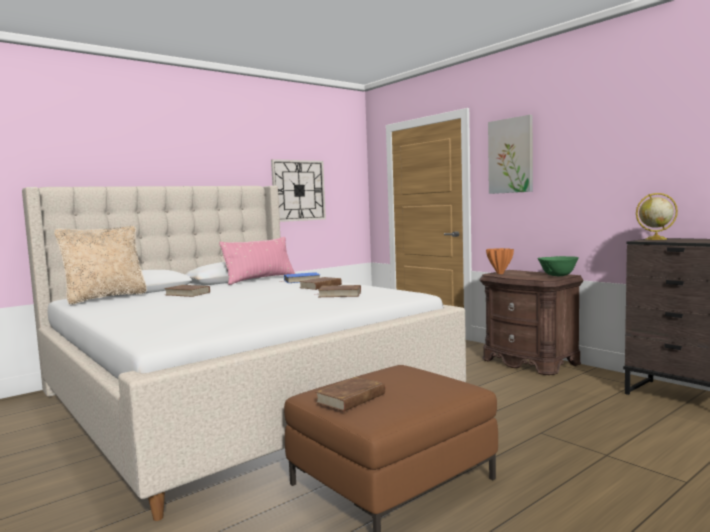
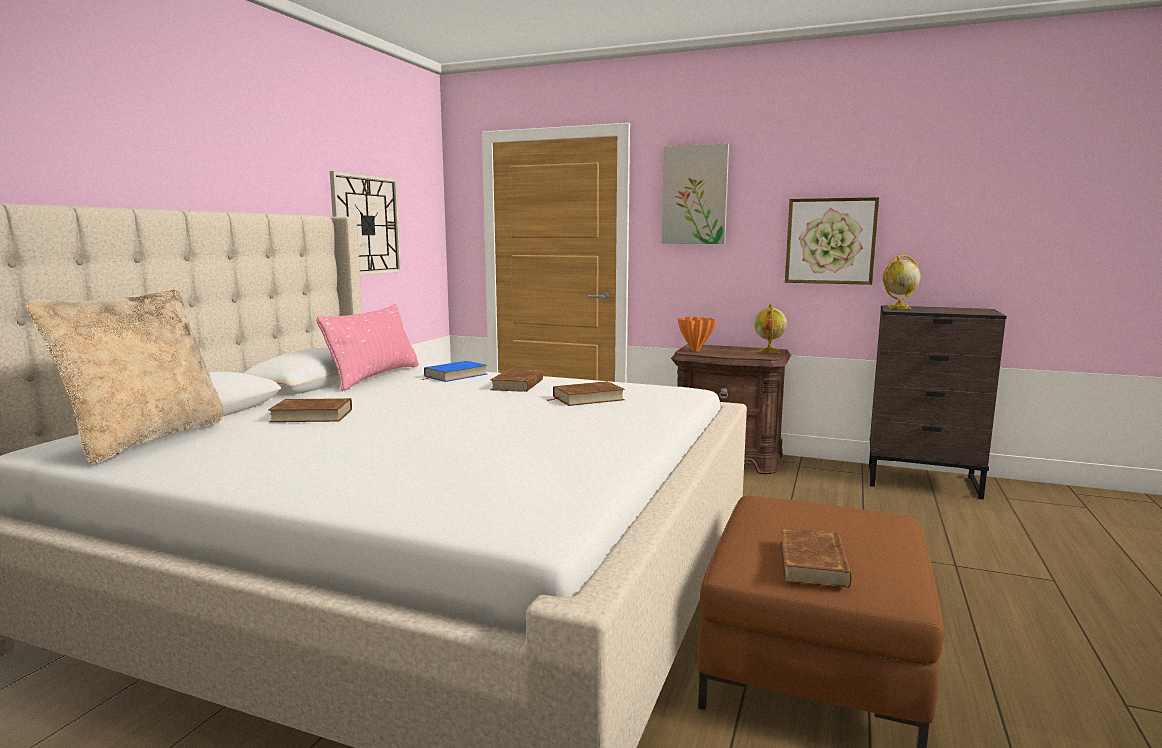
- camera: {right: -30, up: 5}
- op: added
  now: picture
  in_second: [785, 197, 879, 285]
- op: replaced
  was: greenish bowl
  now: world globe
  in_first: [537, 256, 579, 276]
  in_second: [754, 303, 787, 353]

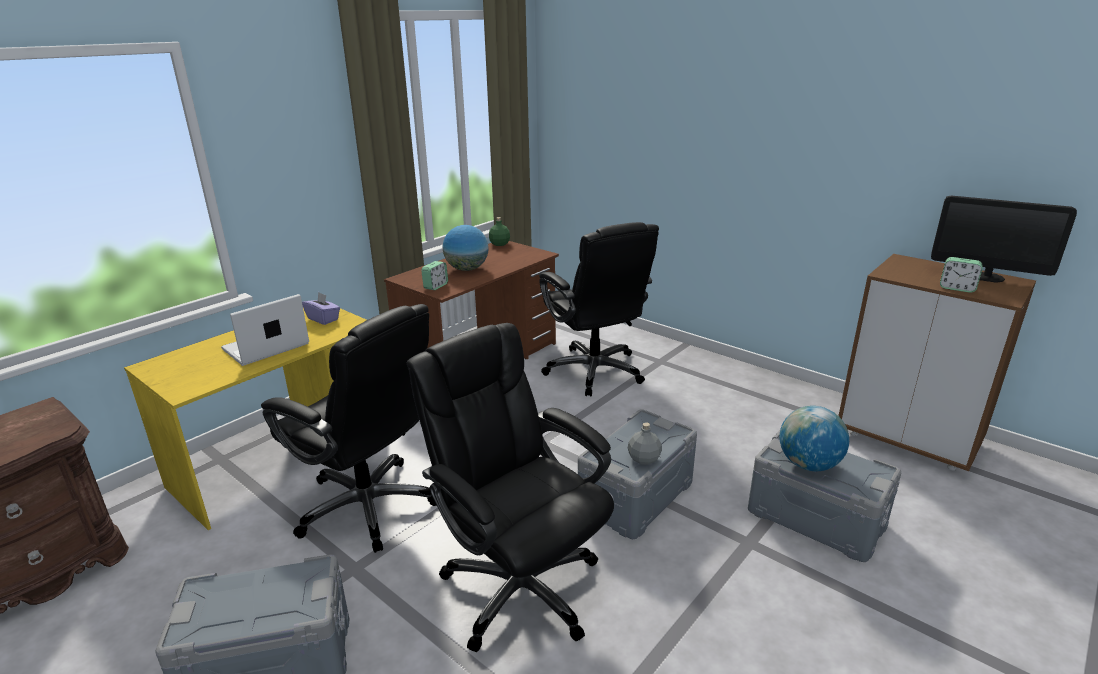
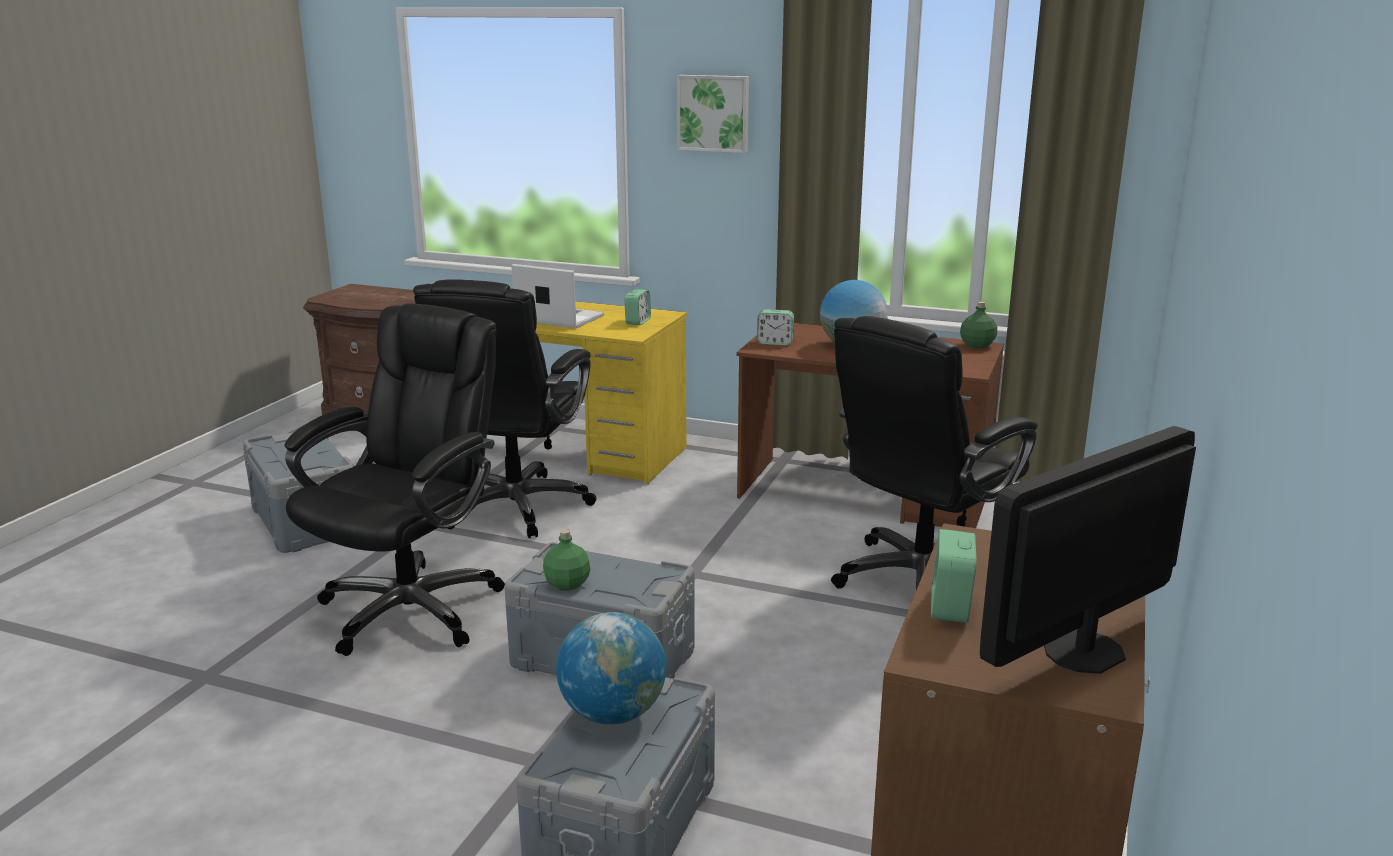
- camera: {right: 70, up: -5}
- op: added
  now: picture
  in_second: [677, 75, 749, 153]
- op: replaced
  was: purple tissue holder
  now: table clock
  in_first: [302, 292, 340, 325]
  in_second: [624, 289, 651, 325]
- op: recoloured
  was: greyish beverage bottle
  now: greenish beverage bottle
  in_first: [628, 422, 662, 465]
  in_second: [543, 529, 590, 591]
- op: turned
  was: computer display
  in_first: [931, 195, 1077, 283]
  in_second: [980, 426, 1196, 674]
  clockwise: 45

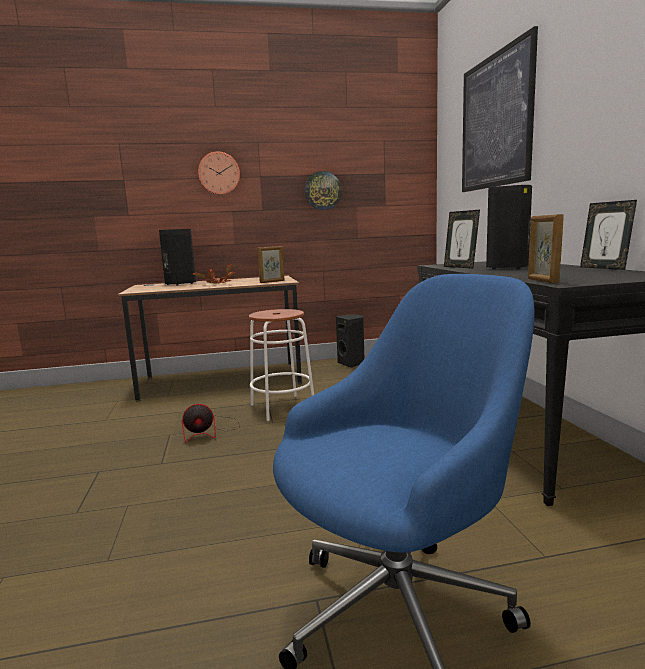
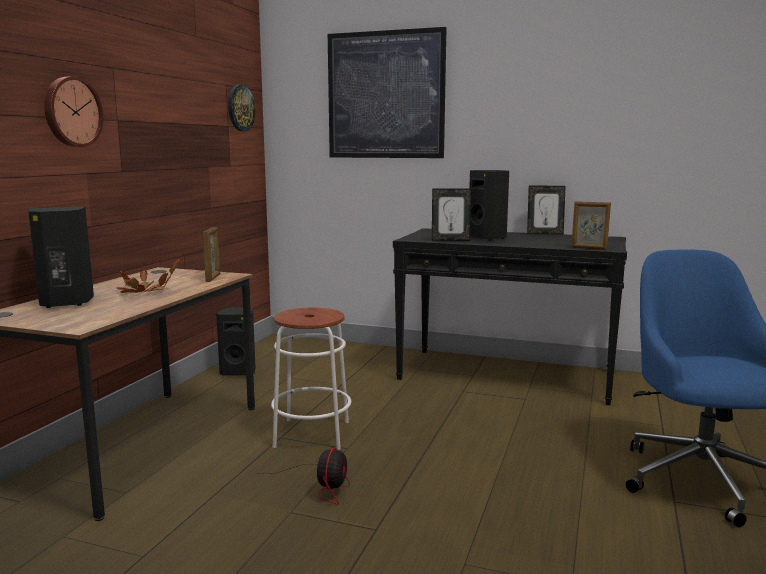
- camera: {right: -60, up: 0}
- op: moved
  was: hanging clock
  in_first: [305, 171, 342, 210]
  in_second: [228, 84, 255, 131]

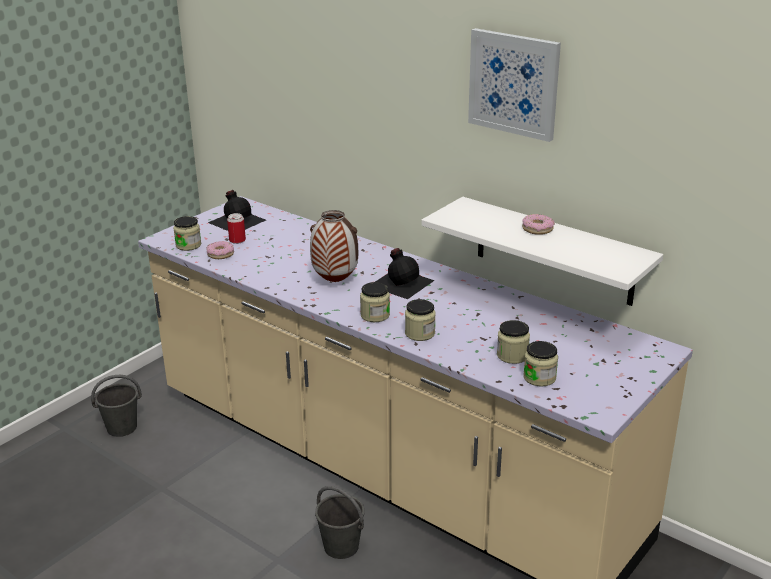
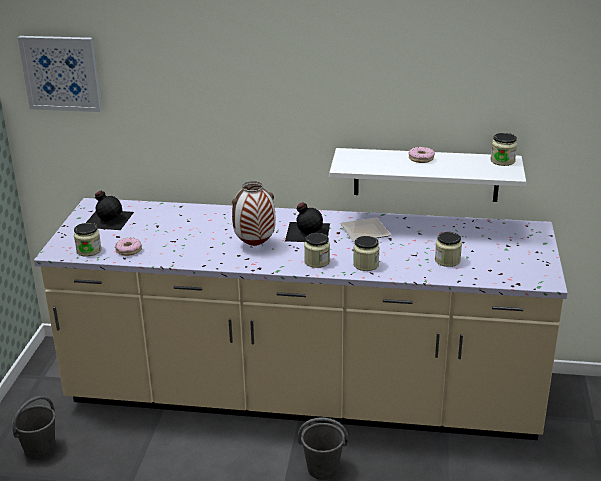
- camera: {right: -30, up: 0}
- op: removed
  was: can
  in_first: [227, 213, 246, 244]
- op: added
  now: plate
  in_second: [340, 218, 391, 242]
- op: moved
  was: picture
  in_first: [468, 28, 561, 142]
  in_second: [18, 36, 102, 112]
- op: moved
  was: preserve jar
  in_first: [523, 341, 558, 387]
  in_second: [490, 133, 517, 166]

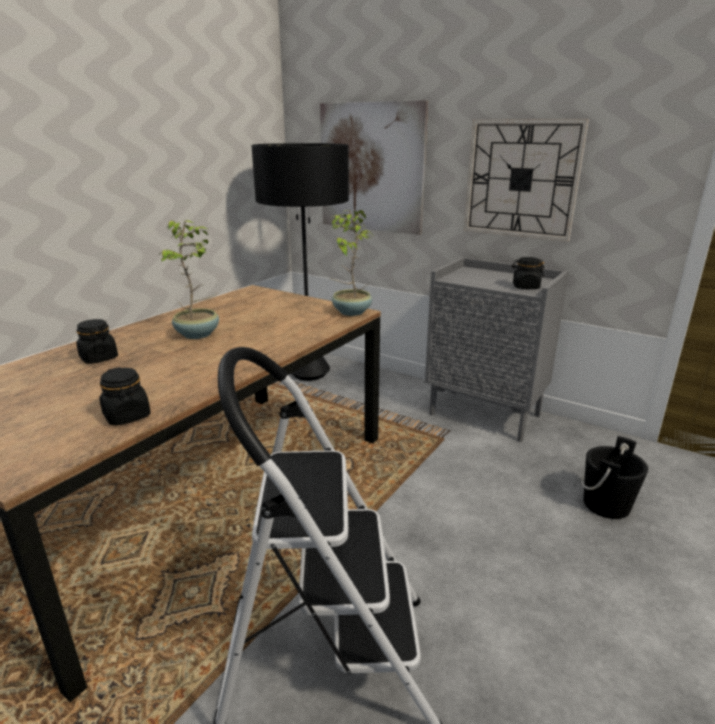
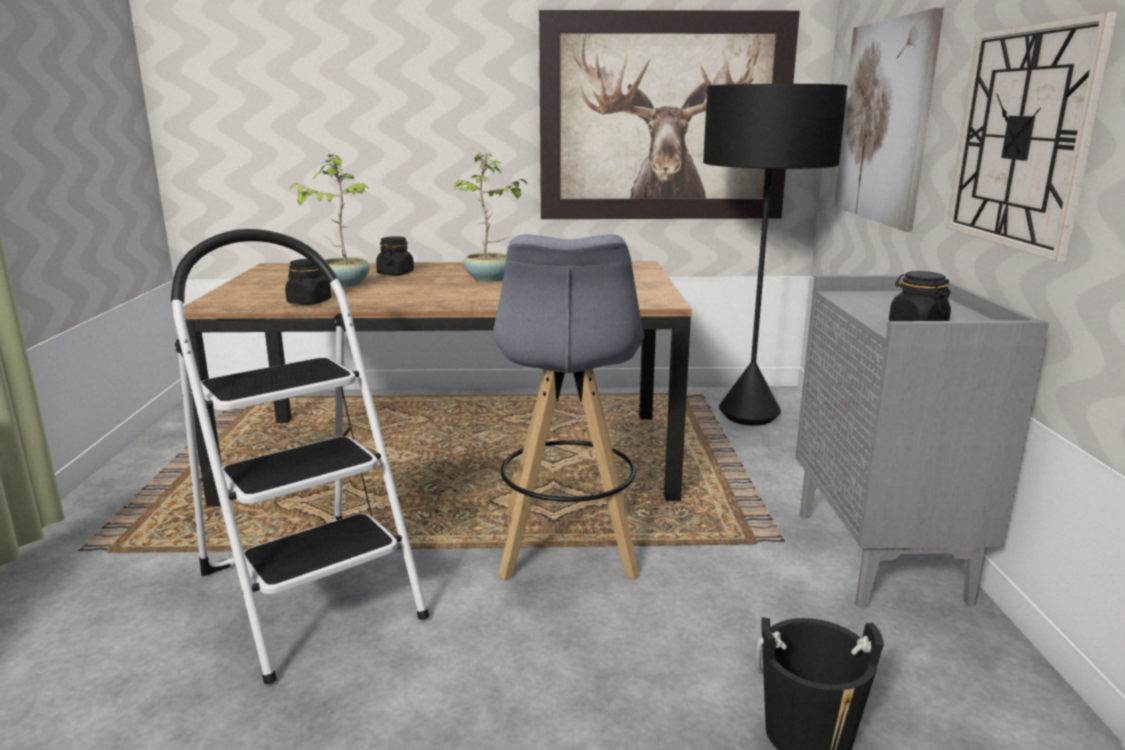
- camera: {right: 55, up: -5}
- op: added
  now: greyish stool seat
  in_second: [492, 234, 645, 580]
- op: added
  now: picture
  in_second: [539, 10, 800, 219]
- op: moved
  was: potted plant
  in_first: [331, 210, 372, 316]
  in_second: [289, 155, 371, 288]

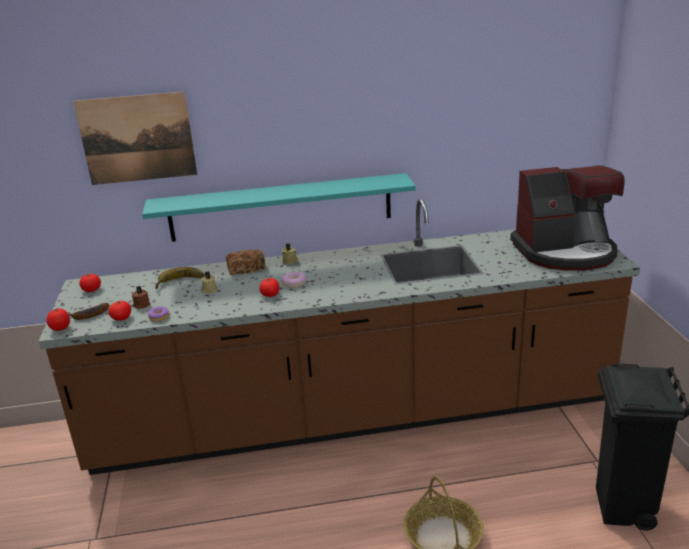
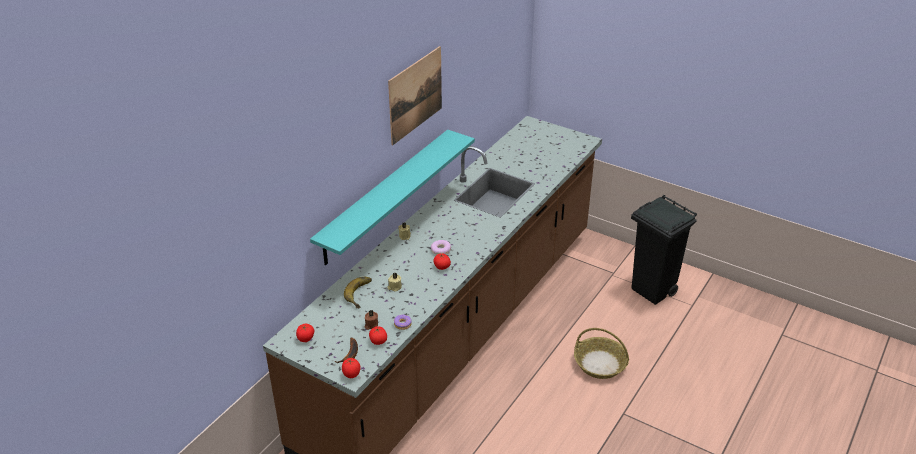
- camera: {right: -50, up: 10}
- op: removed
  was: baked bread
  in_first: [226, 249, 265, 275]
- op: removed
  was: coffee maker
  in_first: [510, 165, 625, 271]
- op: moved
  was: picture
  in_first: [73, 91, 197, 185]
  in_second: [388, 46, 442, 145]

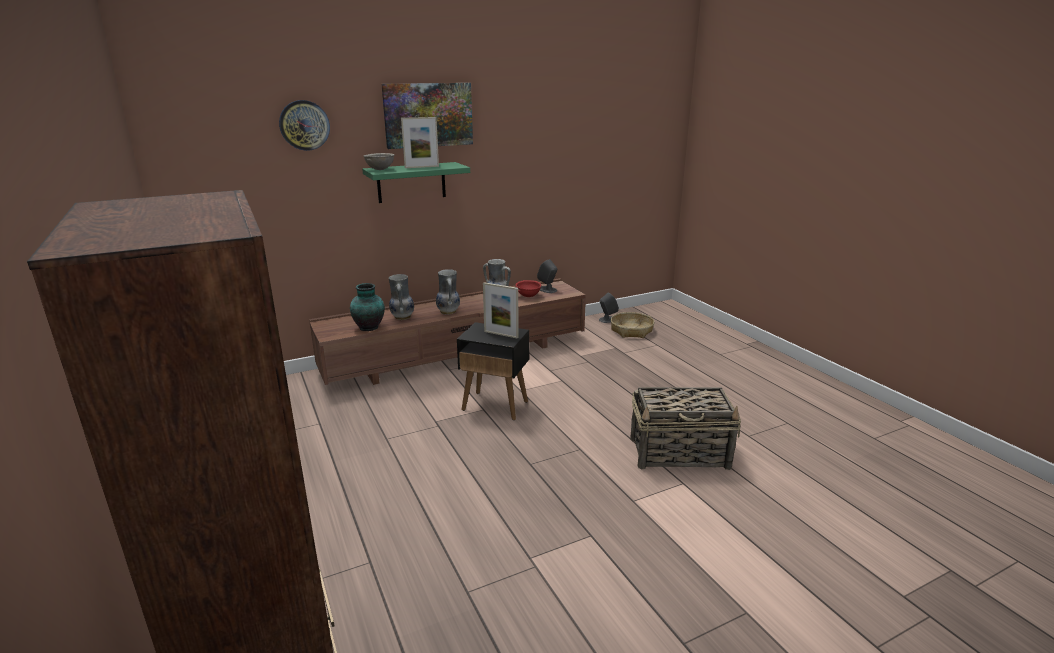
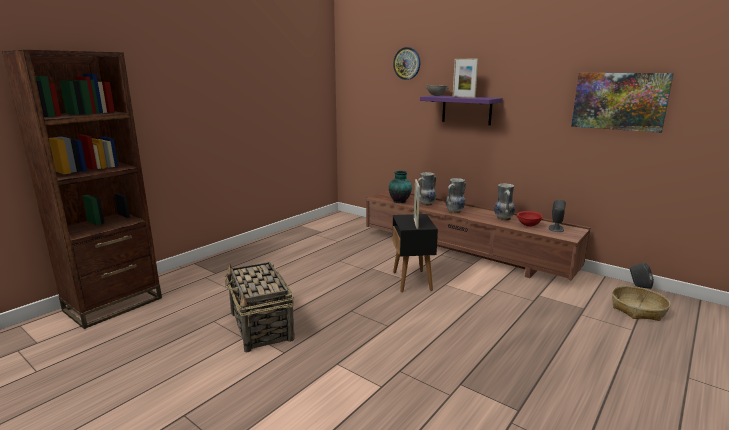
- camera: {right: 65, up: -5}
- op: moved
  was: picture
  in_first: [381, 83, 473, 149]
  in_second: [571, 73, 674, 133]
- op: moved
  was: storage basket
  in_first: [630, 387, 741, 470]
  in_second: [225, 262, 295, 352]
- op: recoloured
  was: greenish bracket shelf
  now: purple bracket shelf
  in_first: [362, 162, 470, 203]
  in_second: [420, 95, 503, 125]

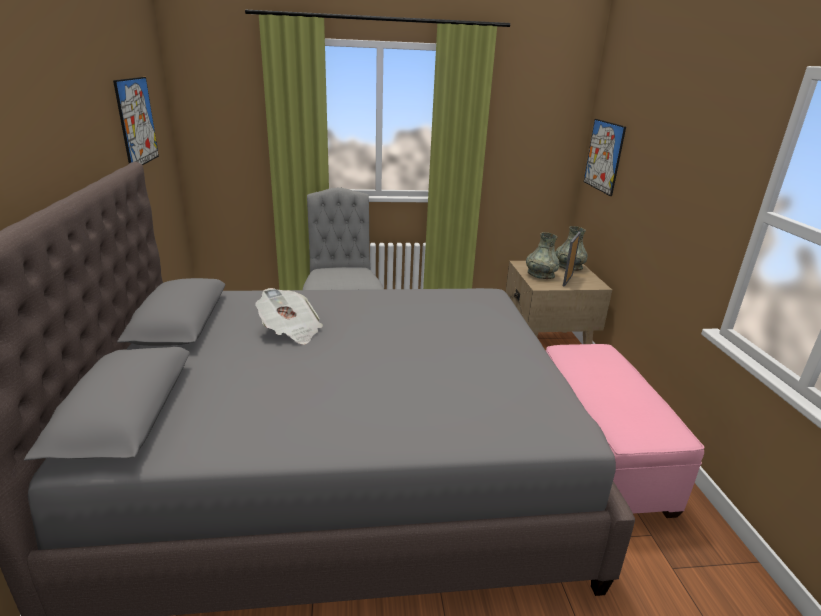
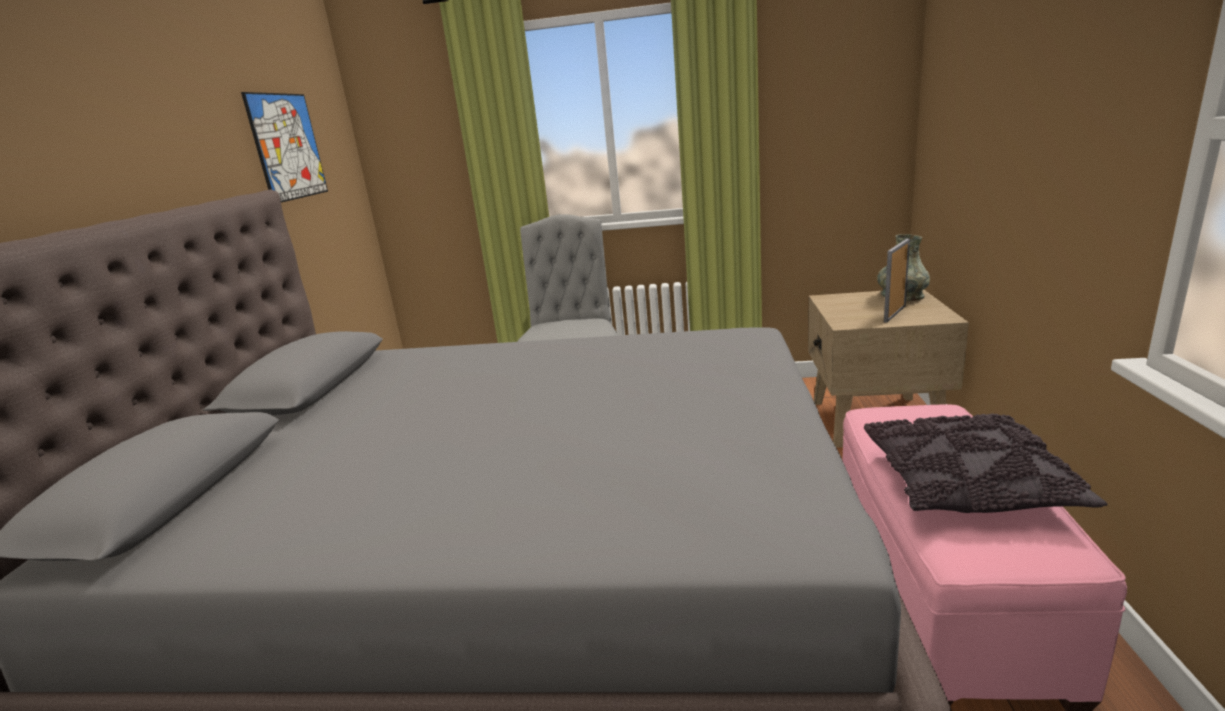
- camera: {right: 15, up: -5}
- op: removed
  was: newspaper
  in_first: [255, 288, 323, 344]
- op: removed
  was: greyish decorative vase
  in_first: [526, 232, 560, 279]
- op: removed
  was: picture
  in_first: [584, 119, 626, 196]
- op: added
  now: black-coloured throw pillow
  in_second: [864, 413, 1108, 513]

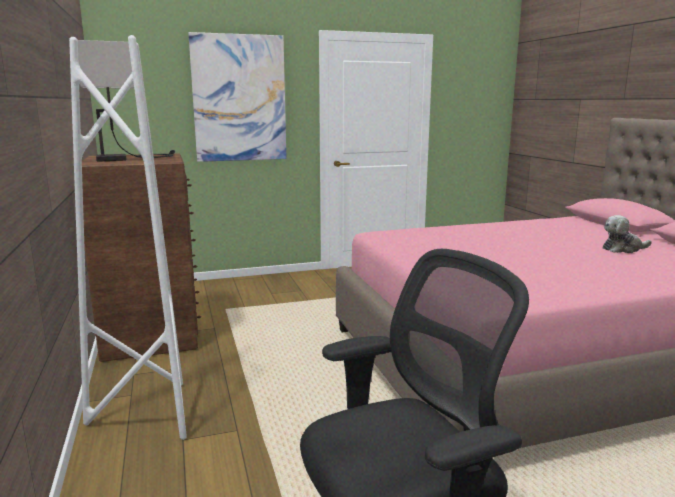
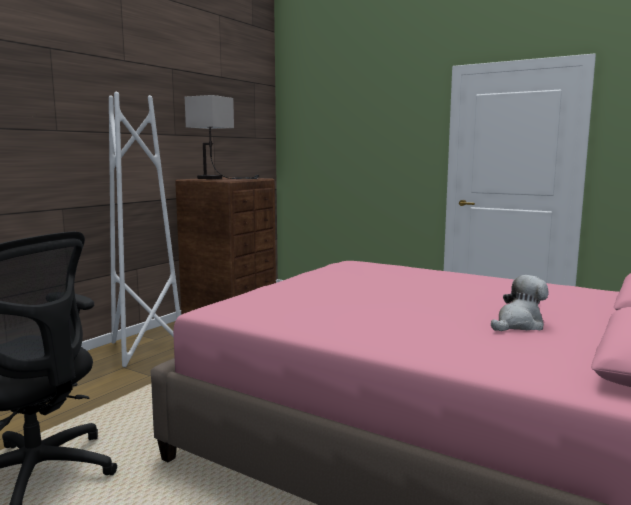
- camera: {right: 50, up: -5}
- op: removed
  was: picture
  in_first: [188, 32, 287, 162]
- op: turned
  was: cuddly toy
  in_first: [603, 215, 652, 253]
  in_second: [491, 275, 548, 331]
  clockwise: 105

